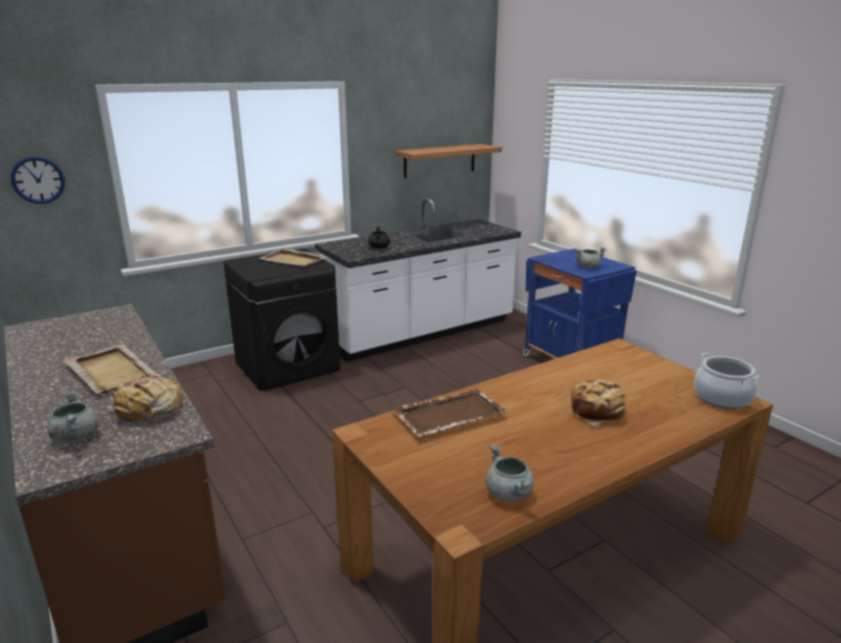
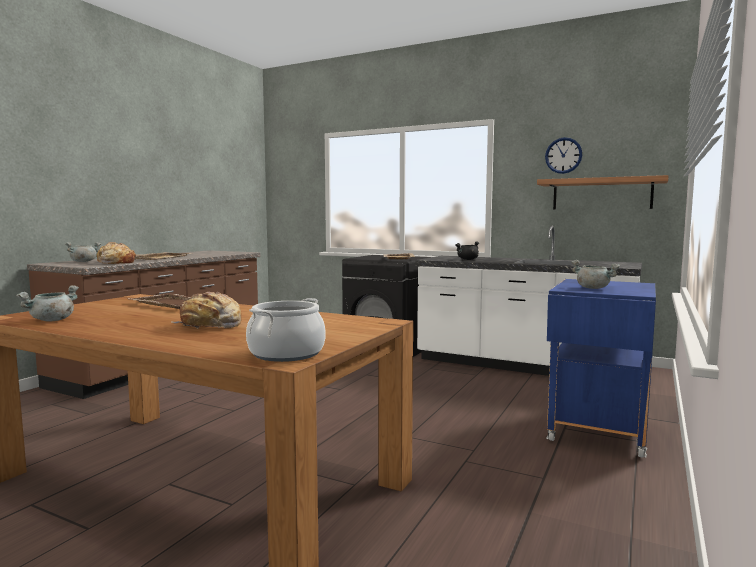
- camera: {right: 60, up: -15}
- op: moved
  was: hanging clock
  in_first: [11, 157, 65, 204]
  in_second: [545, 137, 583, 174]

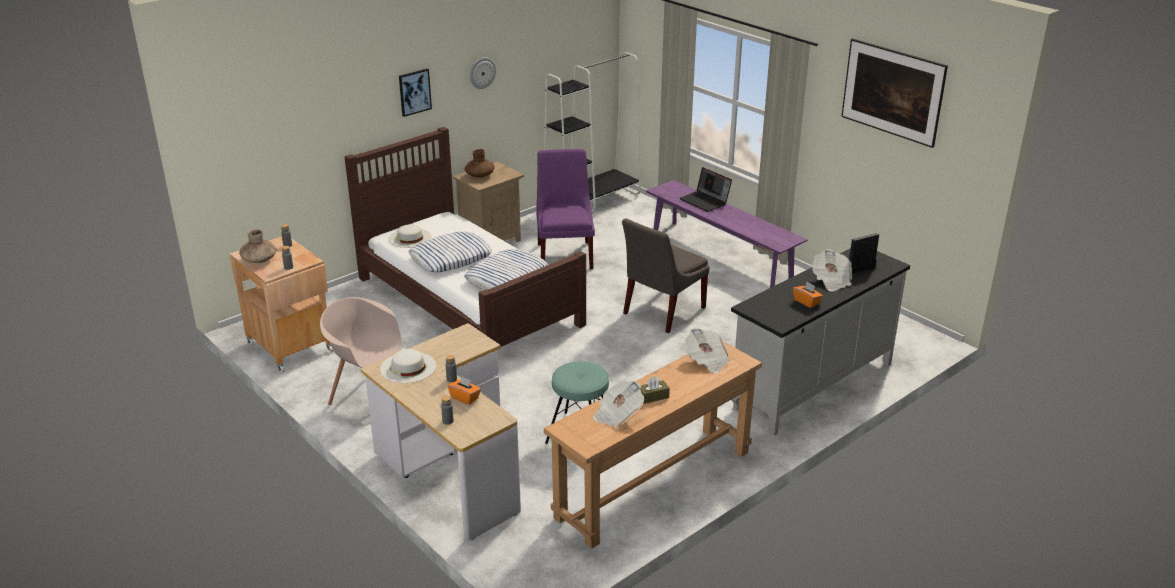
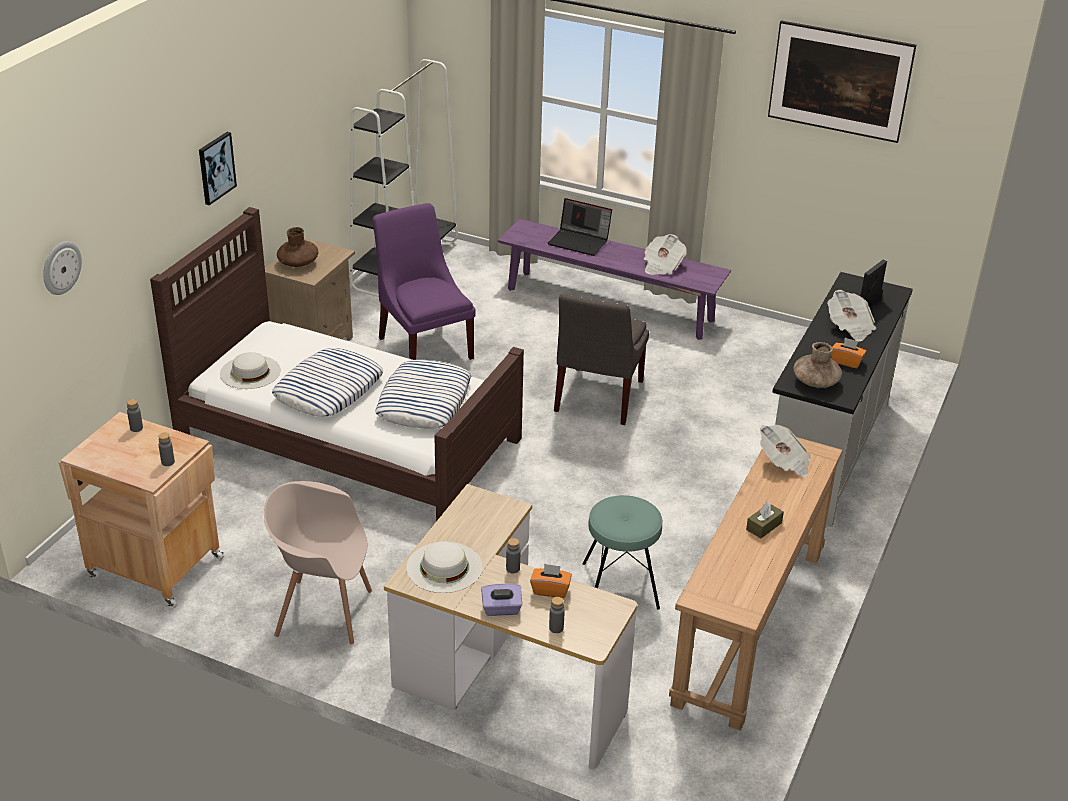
- camera: {right: -25, up: 5}
- op: added
  now: purple tissue holder
  in_second: [481, 584, 522, 616]
- op: moved
  was: brown-coloured decorative vase
  in_first: [239, 229, 276, 263]
  in_second: [793, 342, 842, 388]
- op: moved
  was: hanging clock
  in_first: [470, 57, 496, 89]
  in_second: [43, 241, 82, 295]
- op: moved
  was: newspaper
  in_first: [593, 381, 644, 427]
  in_second: [644, 234, 687, 275]

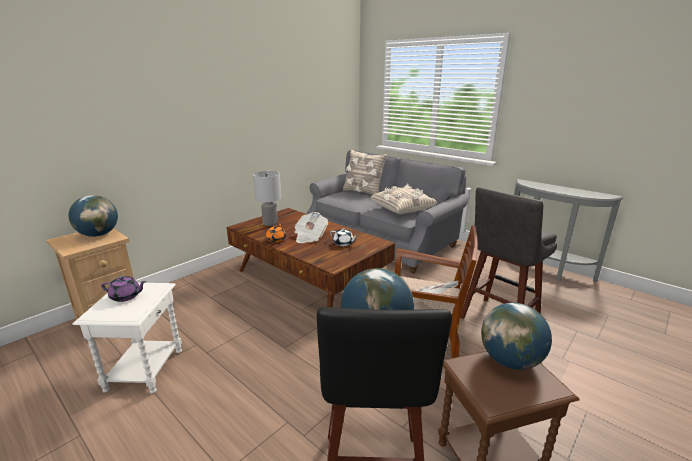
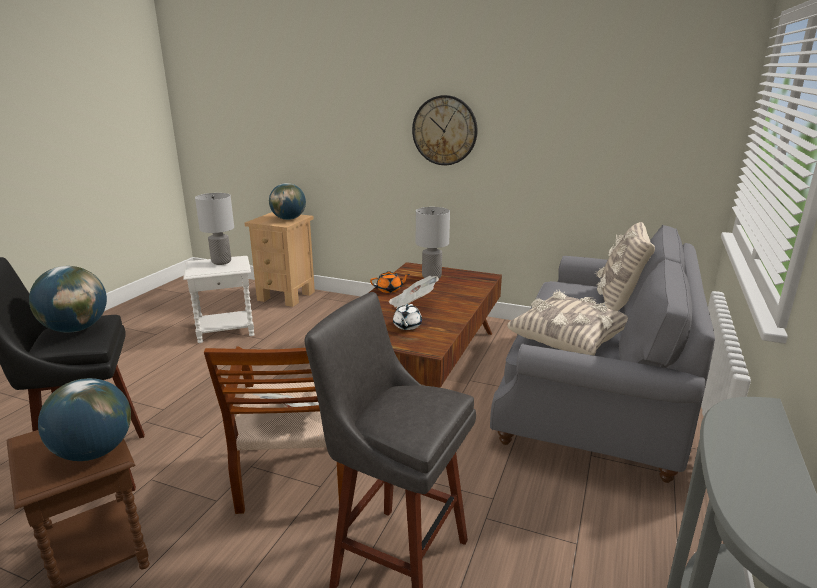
- camera: {right: 70, up: 0}
- op: added
  now: hanging clock
  in_second: [412, 95, 478, 165]
- op: replaced
  was: purple pot for tea
  now: greyish lamp for a table
  in_first: [101, 276, 146, 302]
  in_second: [195, 193, 234, 265]

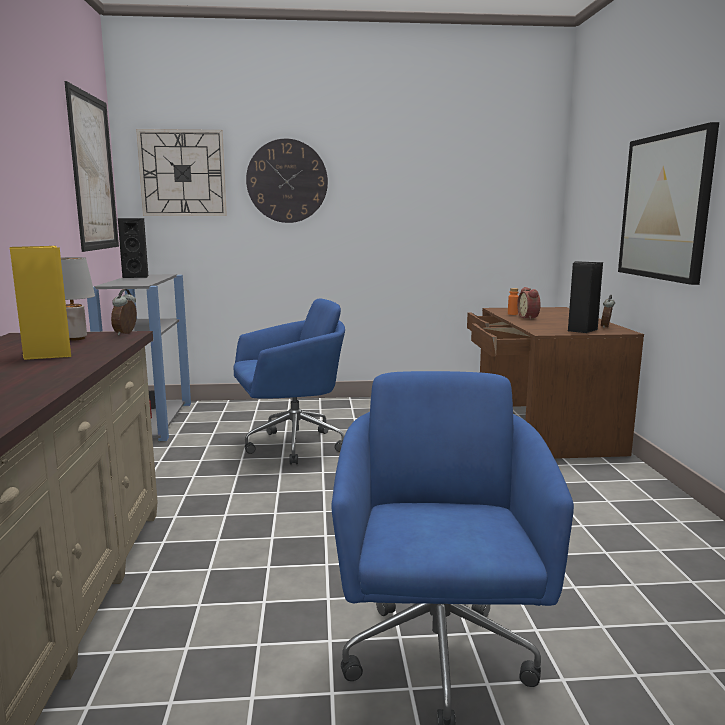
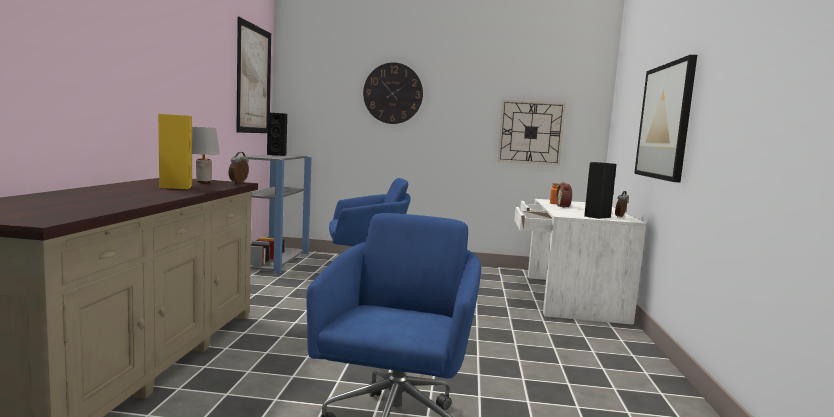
- camera: {right: 10, up: -5}
- op: moved
  was: hanging clock
  in_first: [136, 129, 227, 216]
  in_second: [497, 100, 566, 166]
- op: recoloured
  was: brown-coloured desk unit
  now: white-coloured desk unit
  in_first: [467, 307, 644, 459]
  in_second: [514, 199, 647, 325]

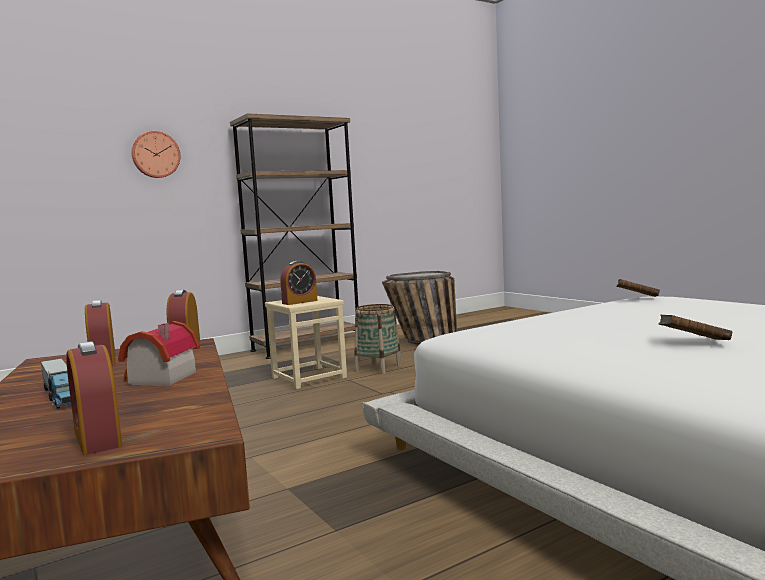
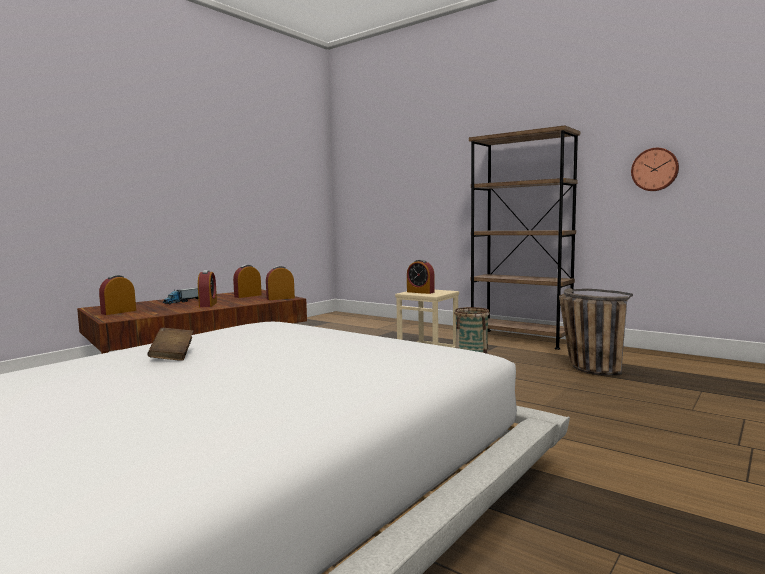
- camera: {right: 70, up: 0}
- op: removed
  was: brown-coloured volume
  in_first: [616, 279, 660, 297]
- op: moved
  was: hanging clock
  in_first: [131, 131, 180, 178]
  in_second: [631, 148, 679, 191]
- op: replaced
  was: miniature house
  now: table clock
  in_first: [118, 321, 200, 386]
  in_second: [198, 270, 217, 307]

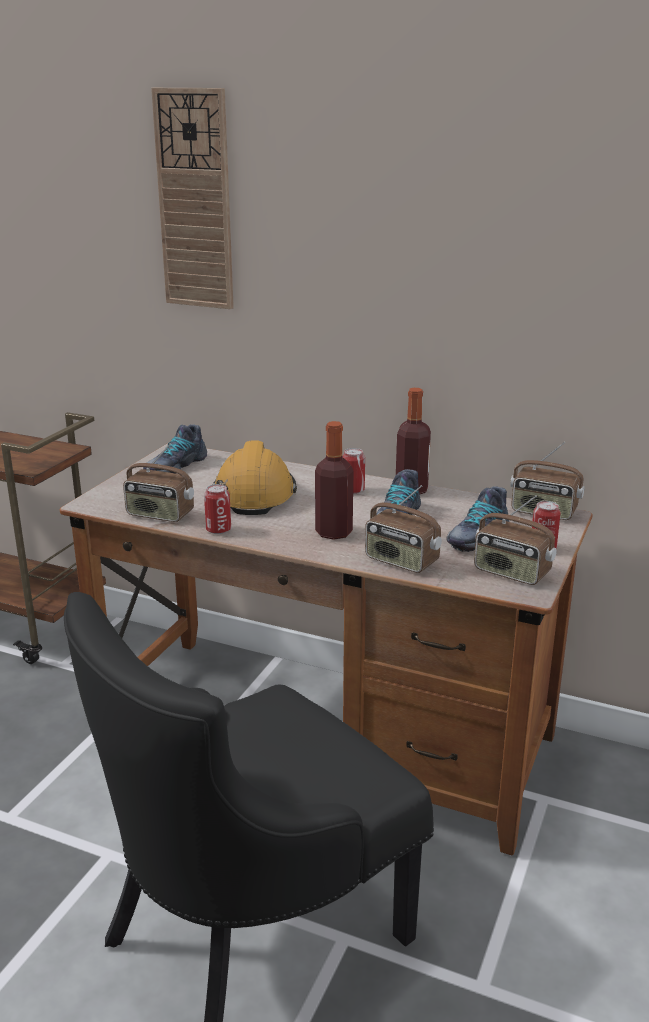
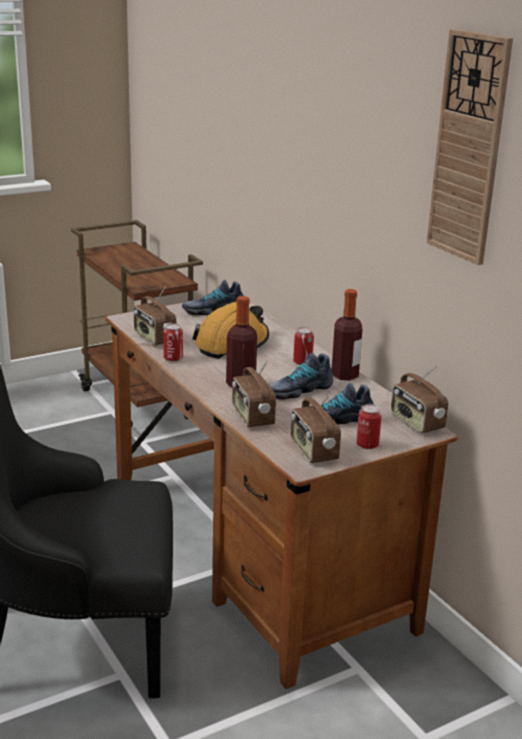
- camera: {right: 35, up: 0}
- op: moved
  was: hanging clock
  in_first: [151, 88, 234, 309]
  in_second: [427, 29, 513, 265]

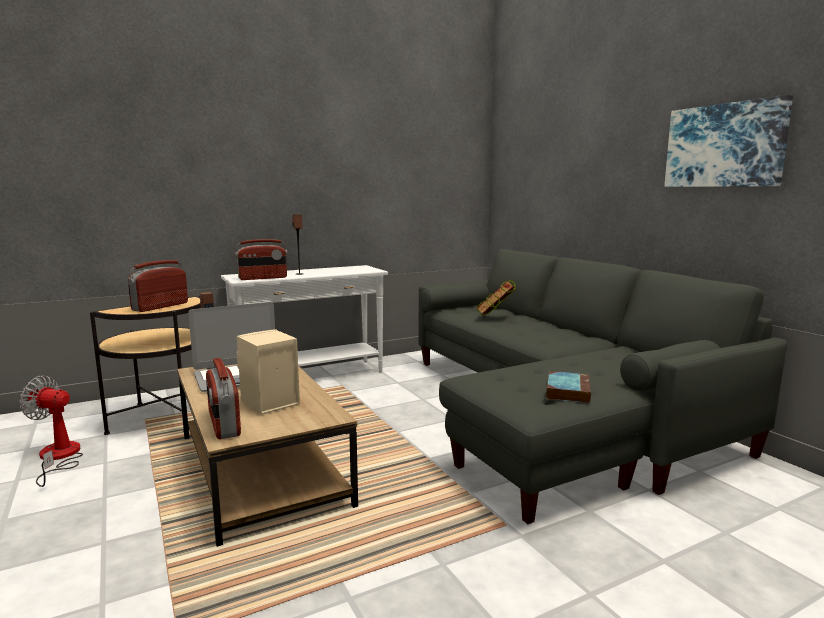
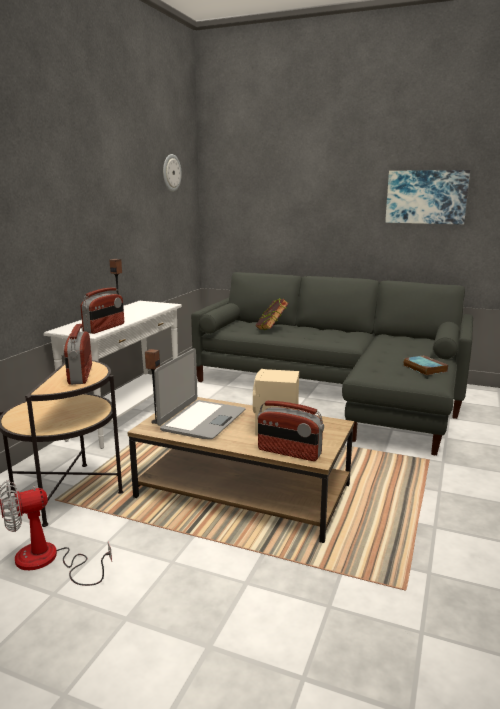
- camera: {right: -40, up: 5}
- op: added
  now: hanging clock
  in_second: [163, 154, 182, 192]

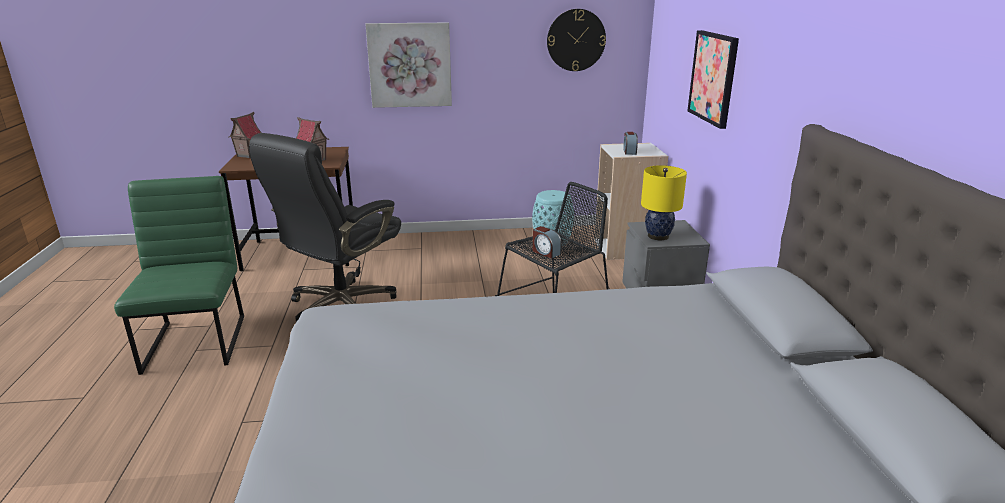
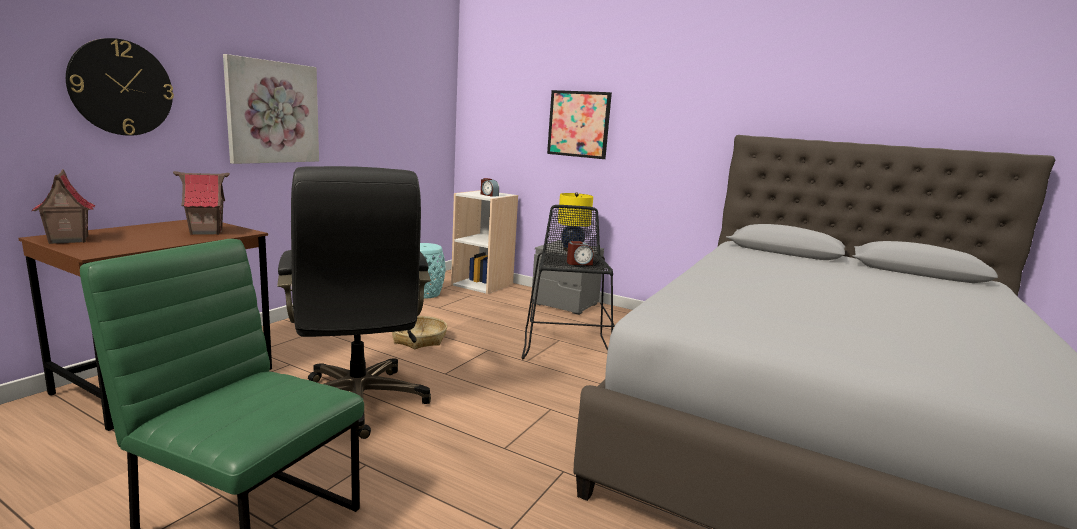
- camera: {right: -55, up: -10}
- op: added
  now: storage basket
  in_second: [392, 316, 447, 349]
- op: moved
  was: hanging clock
  in_first: [547, 9, 606, 71]
  in_second: [66, 38, 174, 136]

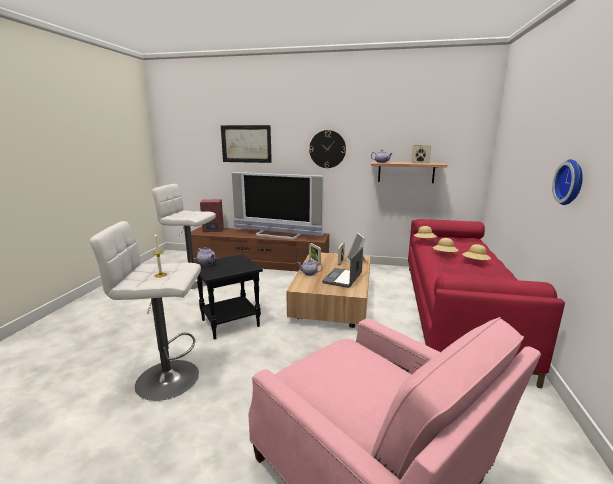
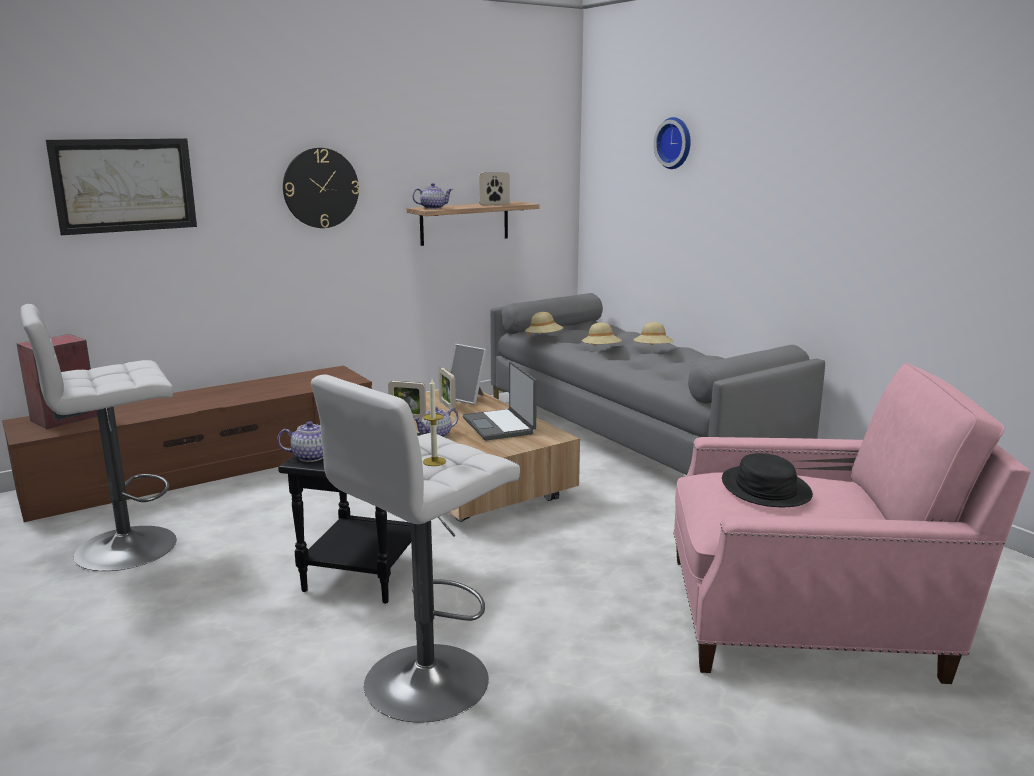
- camera: {right: -45, up: 0}
- op: removed
  was: TV
  in_first: [232, 172, 324, 239]
- op: added
  now: black-coloured clothing hat
  in_second: [722, 453, 813, 507]
- op: moved
  was: hanging clock
  in_first: [552, 159, 583, 205]
  in_second: [653, 117, 691, 169]
- op: recoloured
  was: red-coloured settee
  now: greyish settee
  in_first: [408, 219, 565, 388]
  in_second: [490, 293, 825, 475]

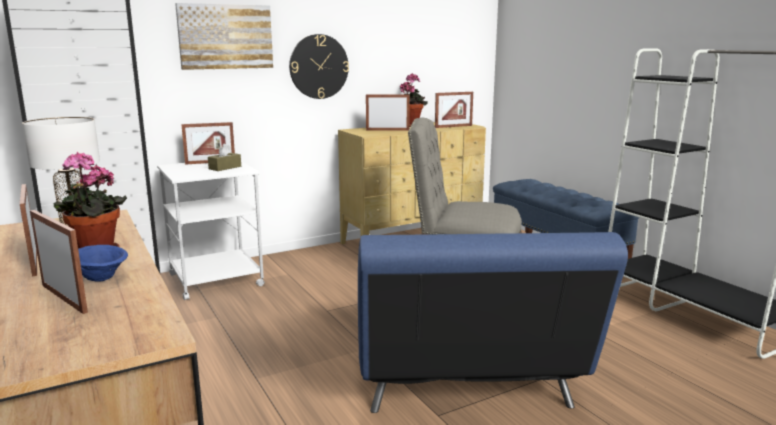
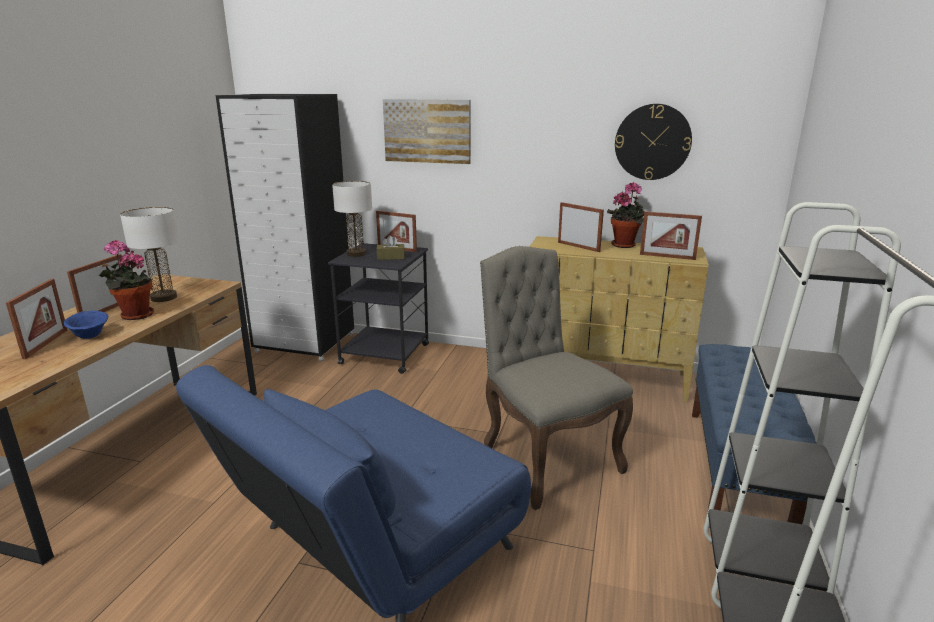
- camera: {right: 45, up: 5}
- op: added
  now: lamp for a table
  in_second: [332, 181, 372, 257]
- op: moved
  was: hanging clock
  in_first: [289, 34, 349, 99]
  in_second: [615, 104, 692, 180]
- op: recoloured
  was: white-coloured cart
  now: black-coloured cart
  in_first: [157, 161, 265, 300]
  in_second: [328, 243, 429, 374]

